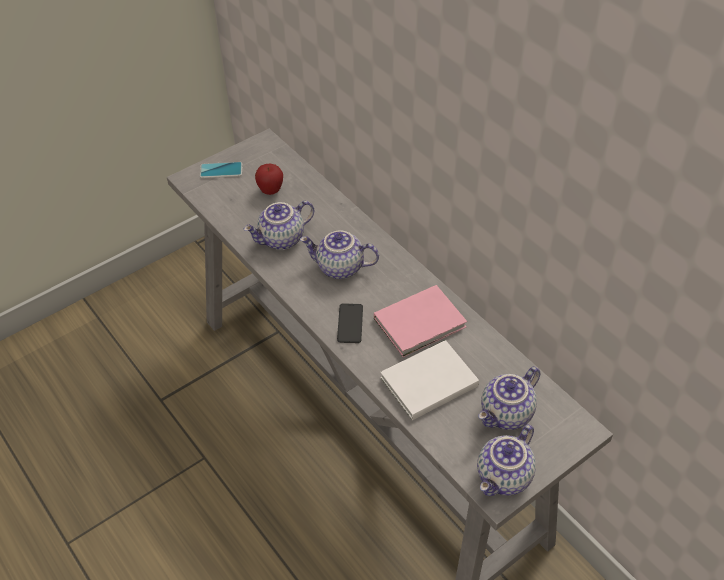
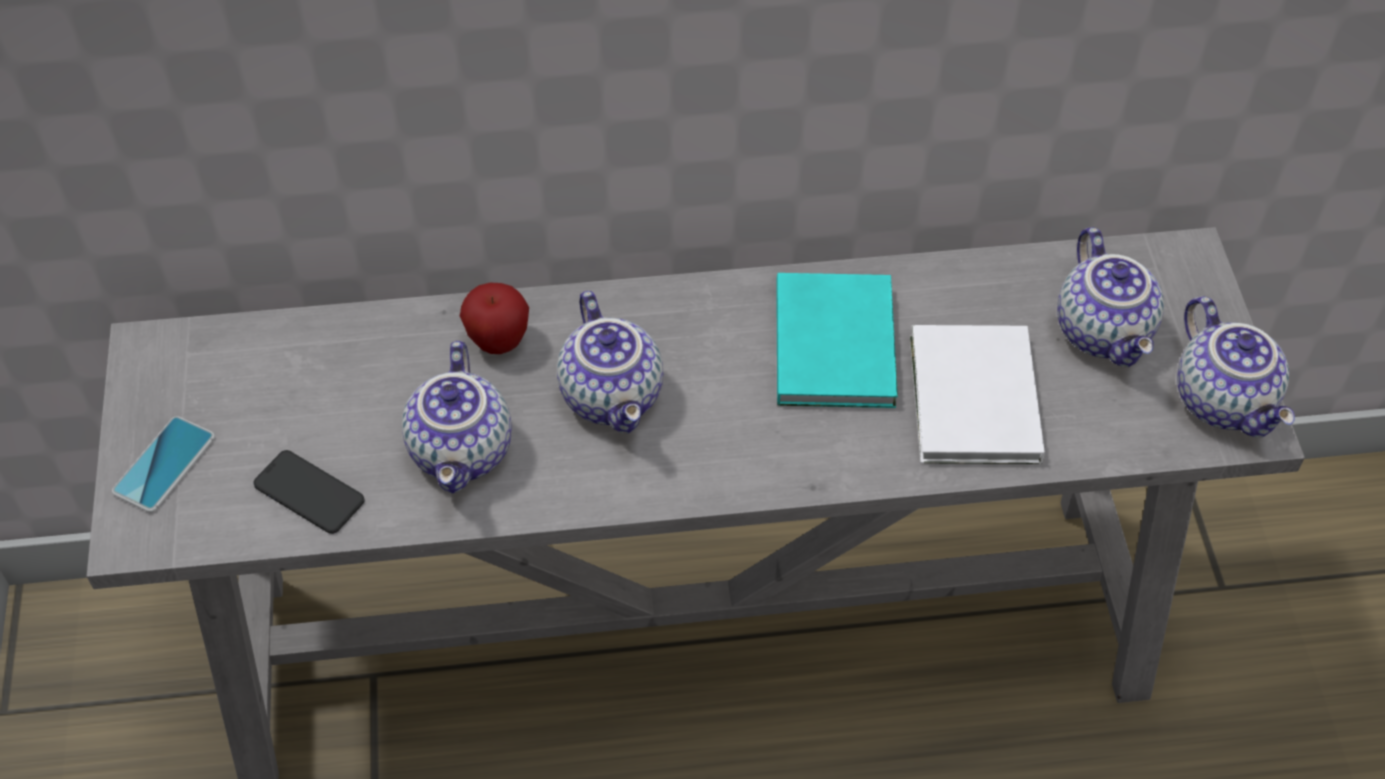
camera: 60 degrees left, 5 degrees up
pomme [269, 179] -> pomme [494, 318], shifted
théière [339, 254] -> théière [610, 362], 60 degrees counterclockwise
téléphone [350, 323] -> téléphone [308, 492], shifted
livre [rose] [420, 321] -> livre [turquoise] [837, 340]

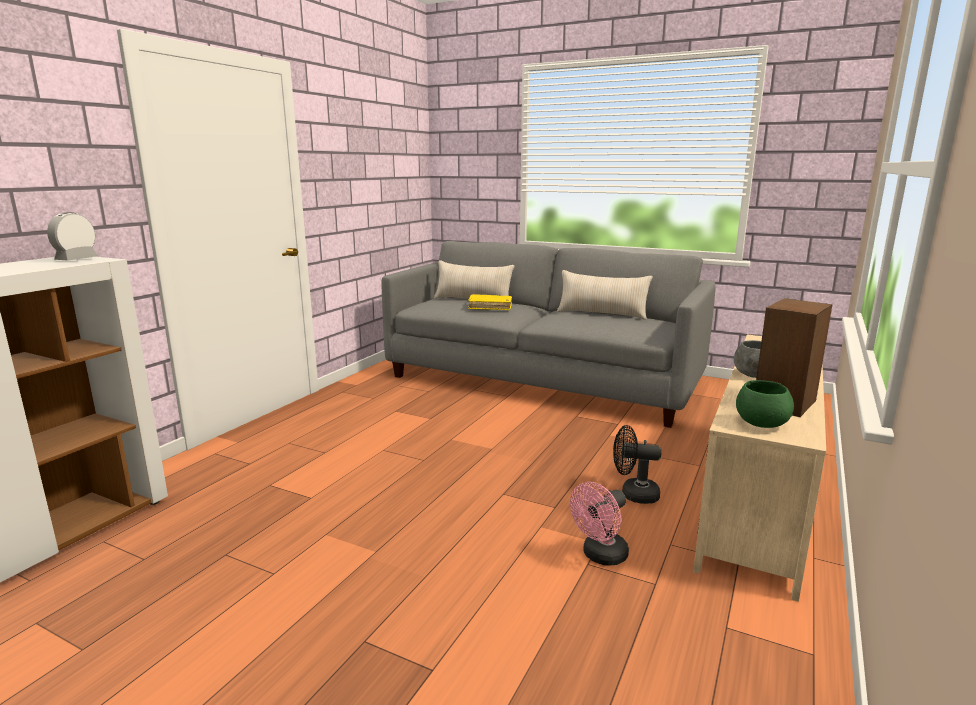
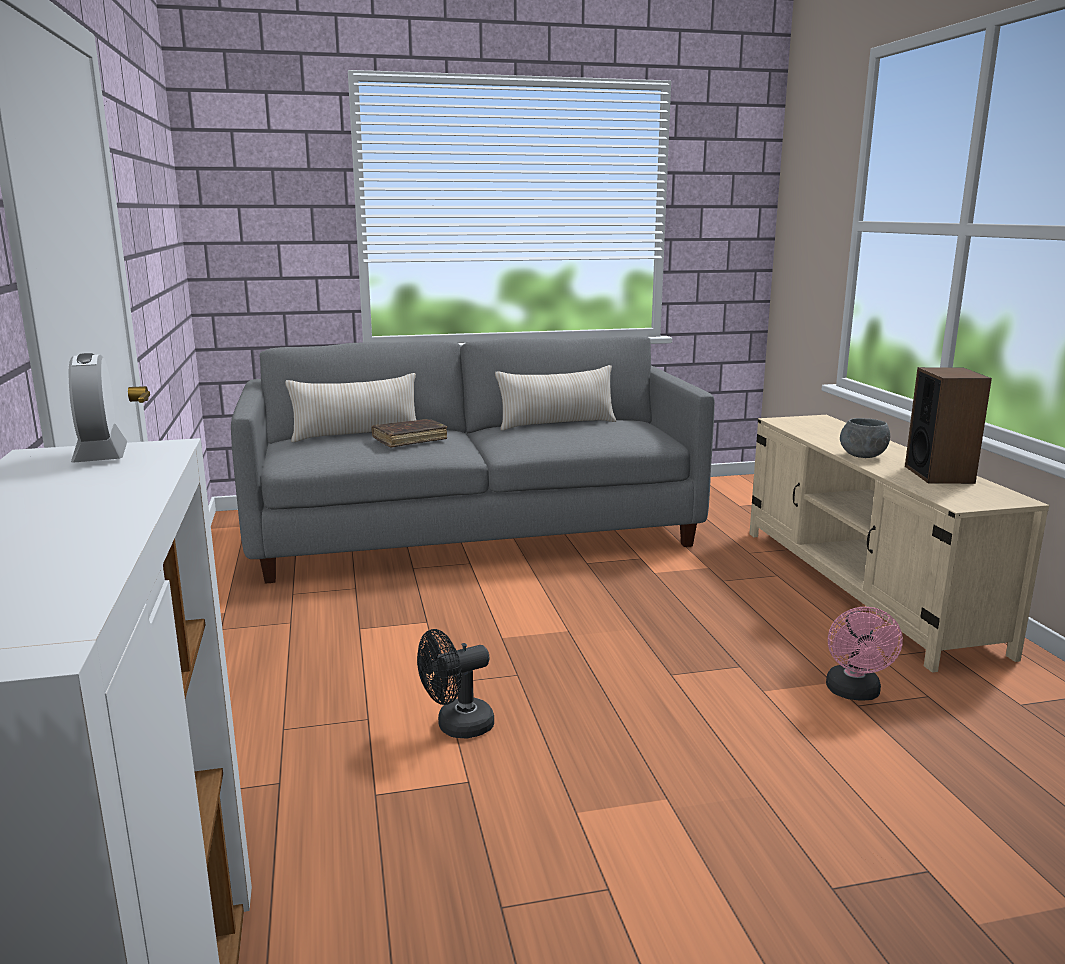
camera: 40 degrees left, 0 degrees up
livre [jaune] [490, 302] -> livre [marron] [409, 433]
ventilateur [noir] [637, 464] -> ventilateur [noir] [455, 684], shifted
bol [vert] [765, 404] -> none

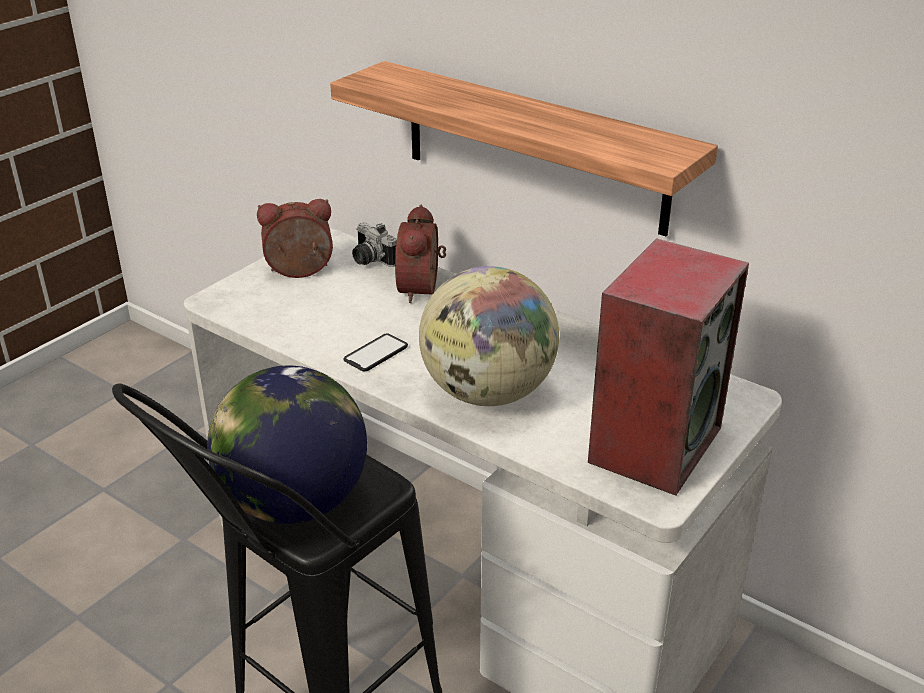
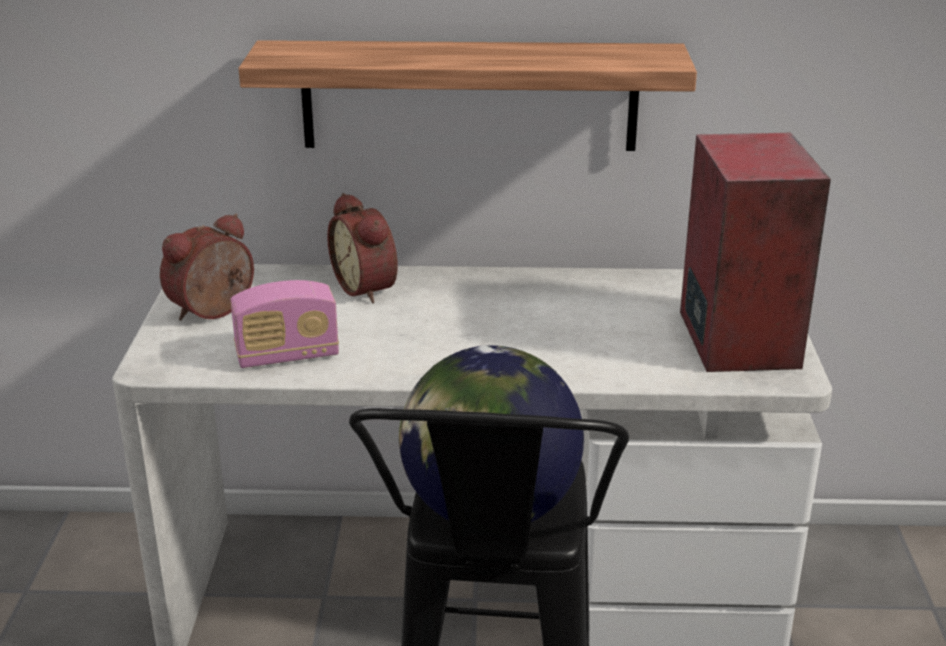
camera: 35 degrees left, 5 degrees down
téléphone [376, 352] -> none
appareil photo [374, 245] -> none
globe [489, 336] -> none
none -> radio [285, 324]

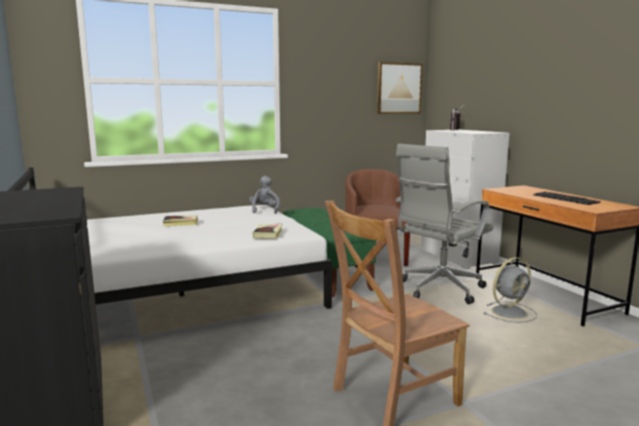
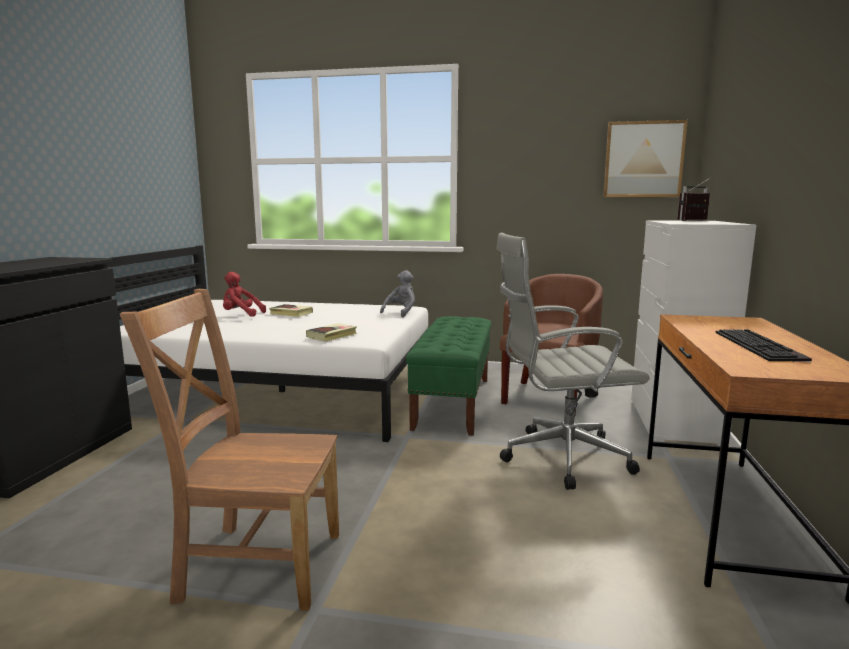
camera: 35 degrees right, 0 degrees up
ventilateur [gris] [510, 290] -> none
none -> peluche [rouge] [244, 294]

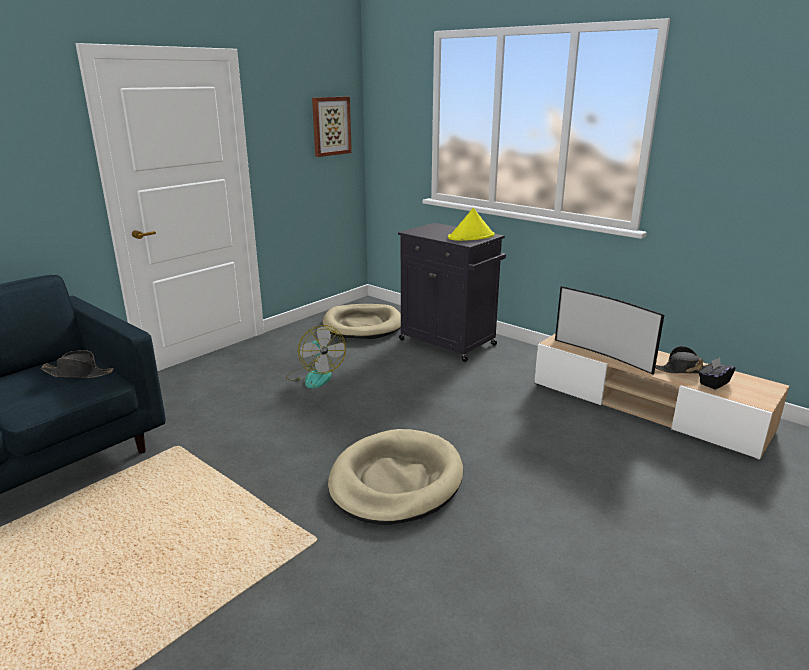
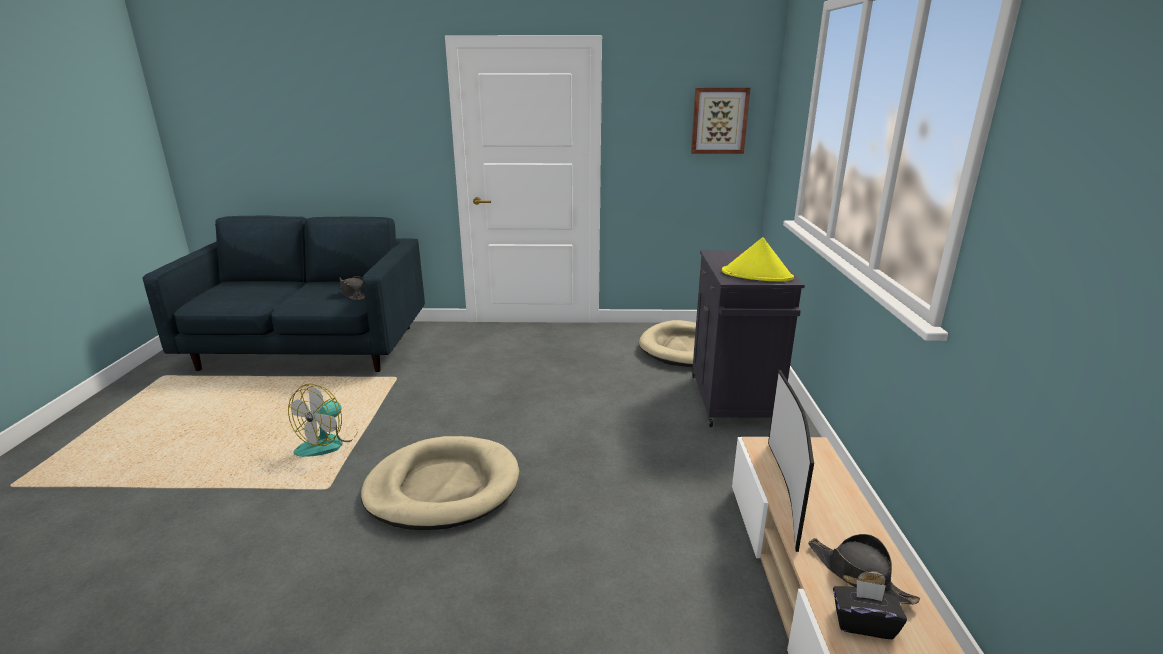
camera: 50 degrees right, 0 degrees up
ventilateur [316, 356] -> ventilateur [323, 420], shifted

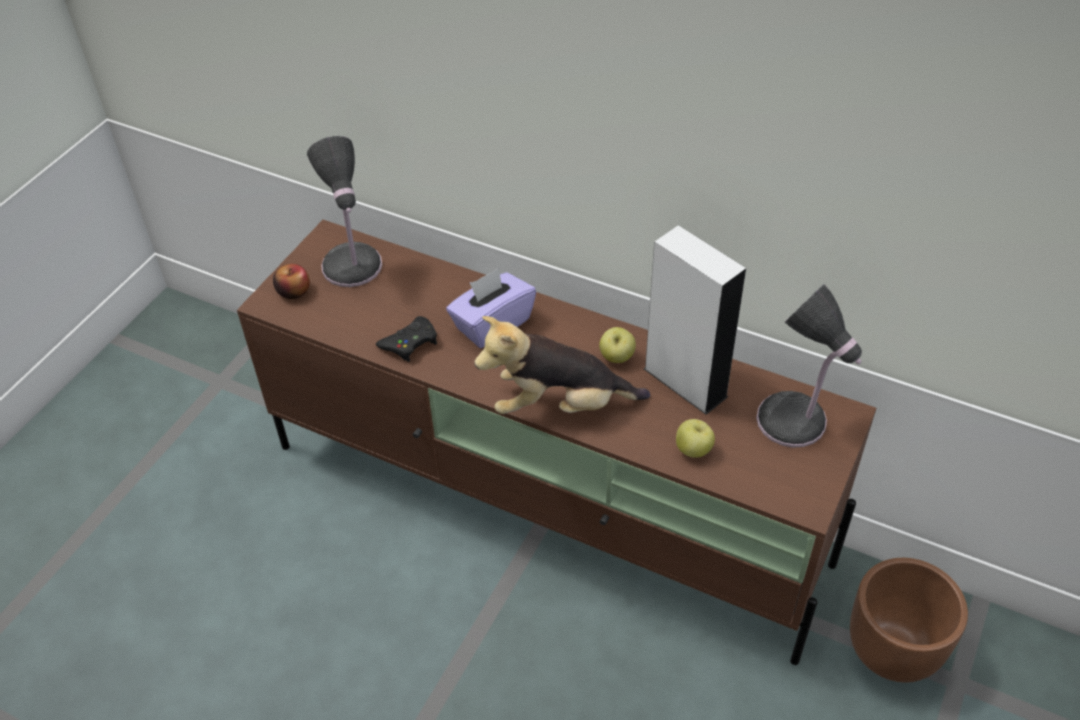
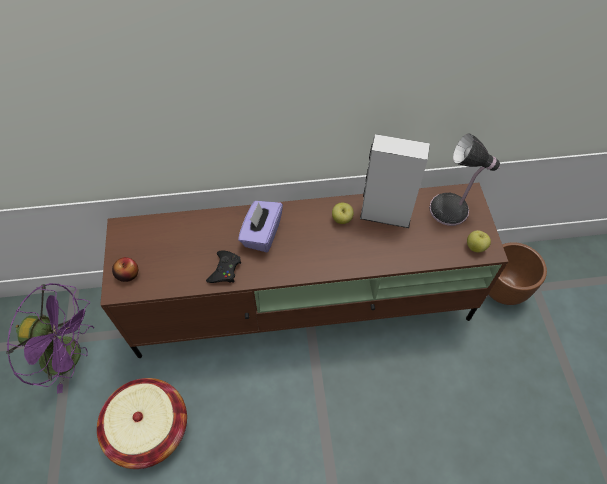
camera: 35 degrees left, 10 degrees up
lampe de table [344, 211] -> none
peluche [562, 365] -> none
pomme [695, 438] -> pomme [479, 241], shifted
none -> ventilateur [violet] [50, 338]
none -> panier [142, 423]

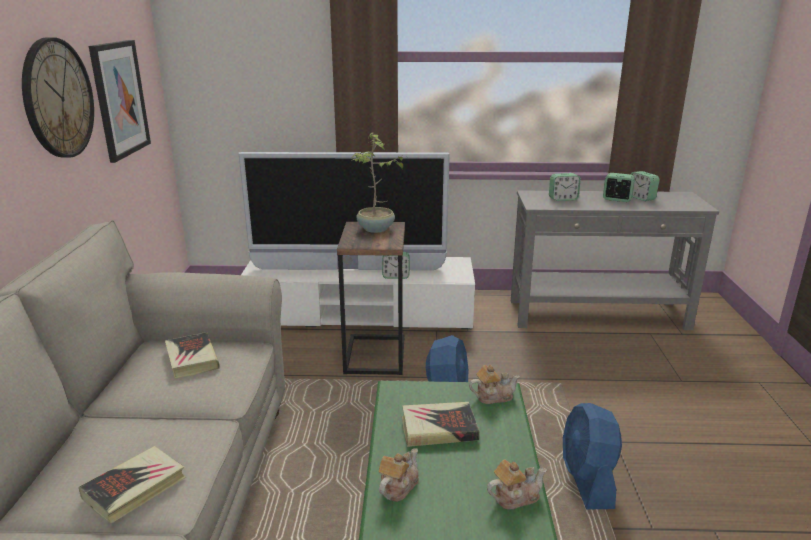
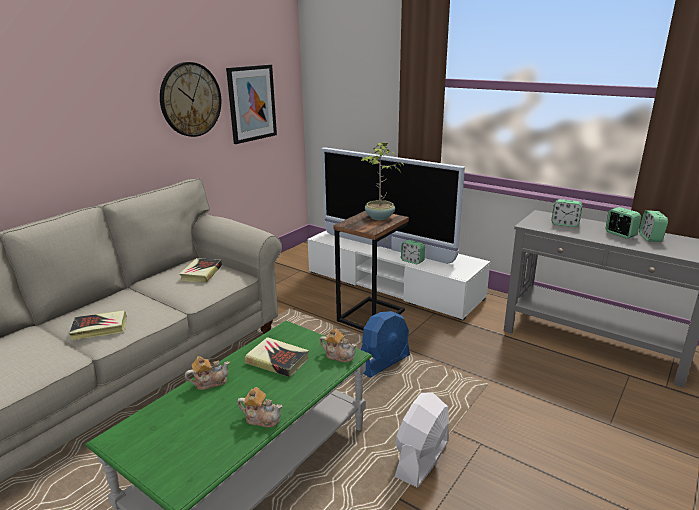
camera: 35 degrees right, 0 degrees up
ventilateur [bleu] [592, 456] -> ventilateur [blanc] [422, 439]

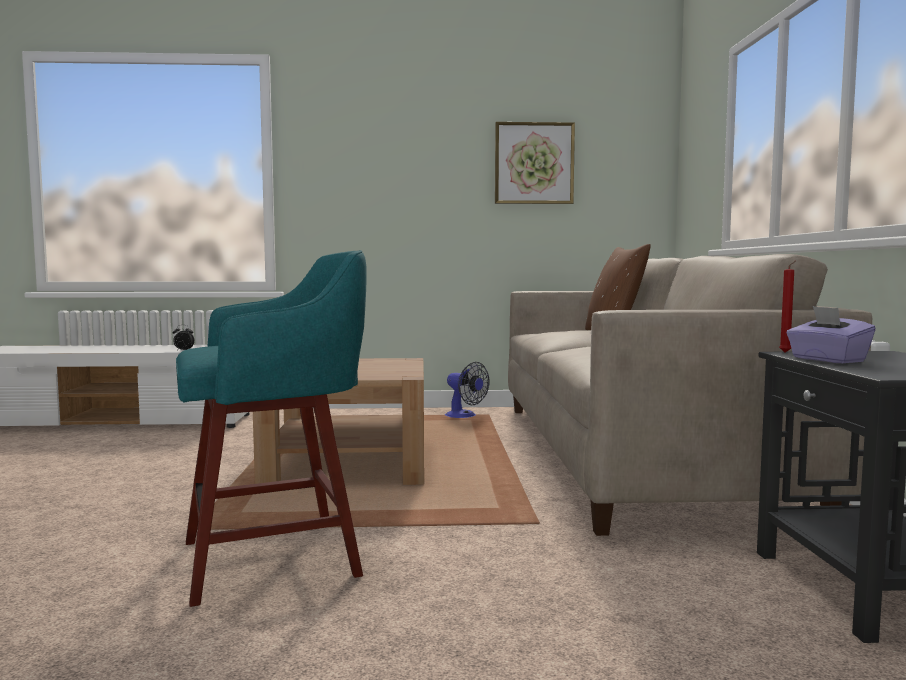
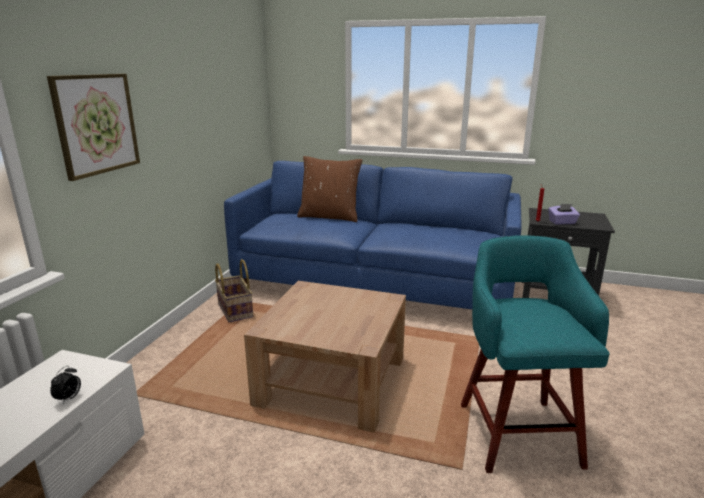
camera: 70 degrees left, 15 degrees up
ventilateur [467, 390] -> panier [234, 290]
tableau [535, 163] -> tableau [93, 127], shifted
canapé [beige] [690, 395] -> canapé [bleu] [372, 235]

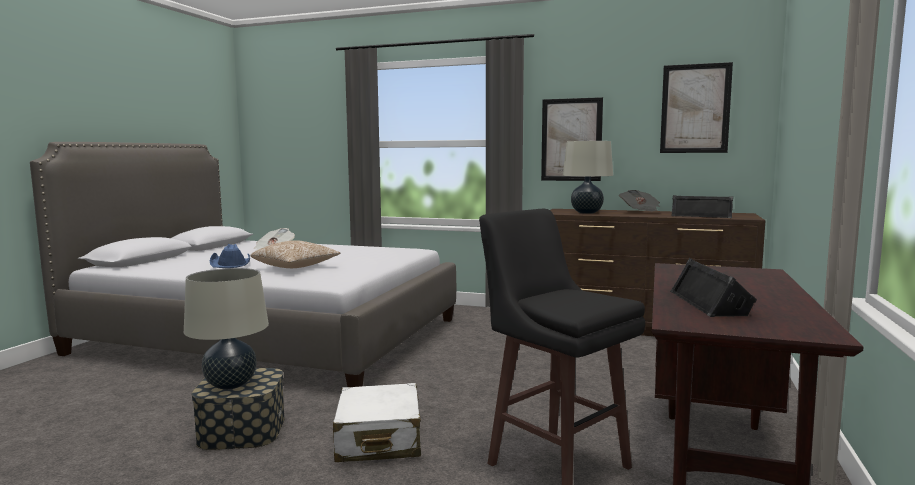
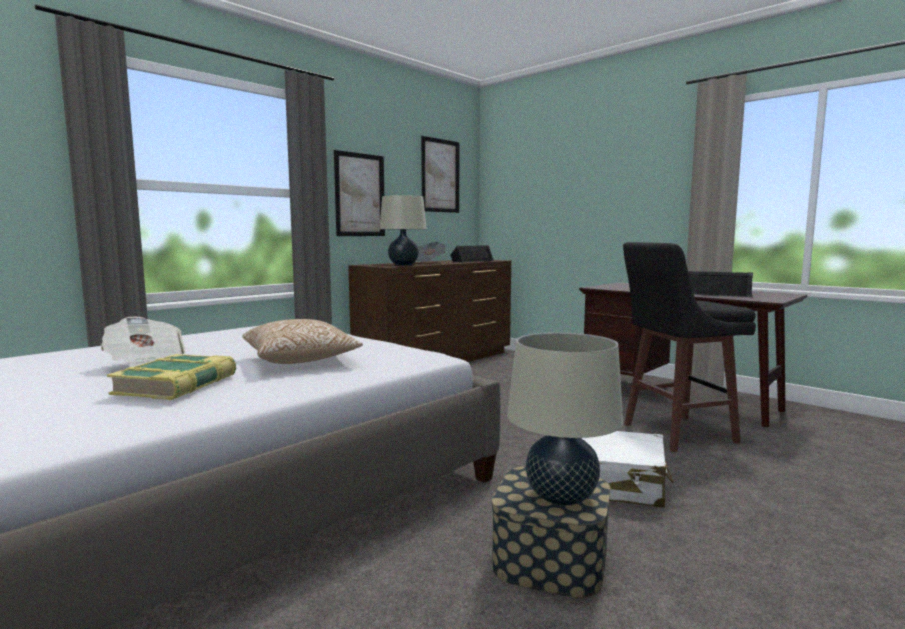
camera: 65 degrees left, 0 degrees up
chapeau [bleu] [230, 256] -> livre [171, 377]

